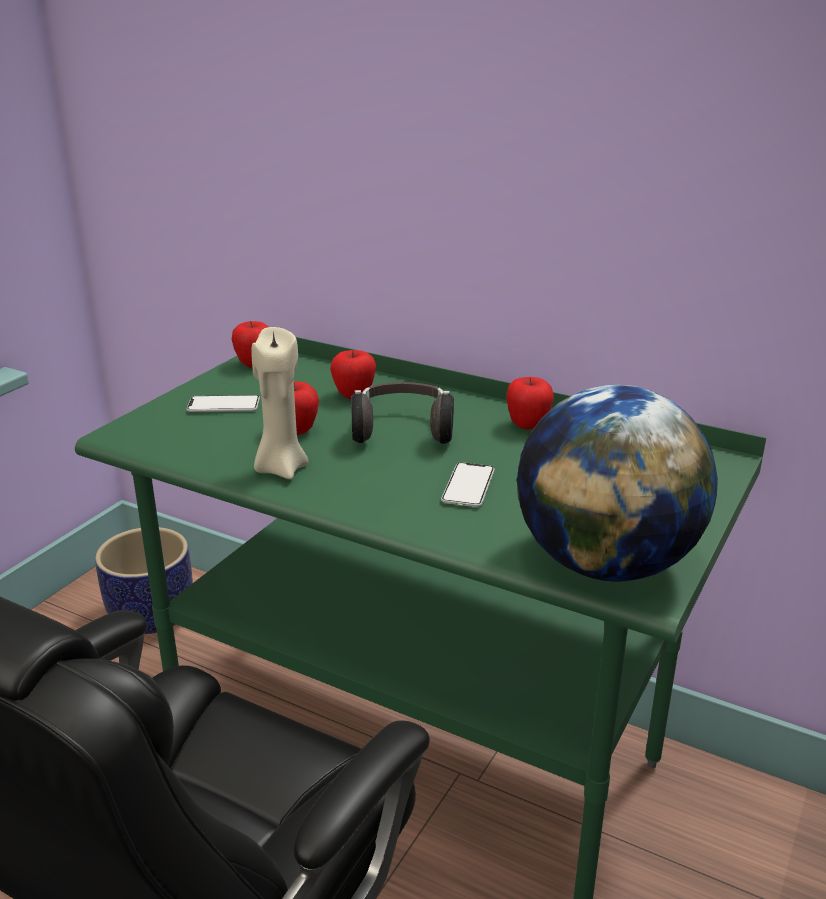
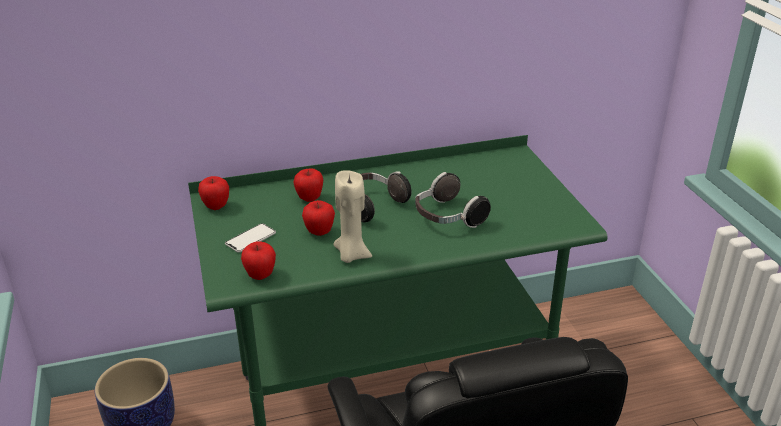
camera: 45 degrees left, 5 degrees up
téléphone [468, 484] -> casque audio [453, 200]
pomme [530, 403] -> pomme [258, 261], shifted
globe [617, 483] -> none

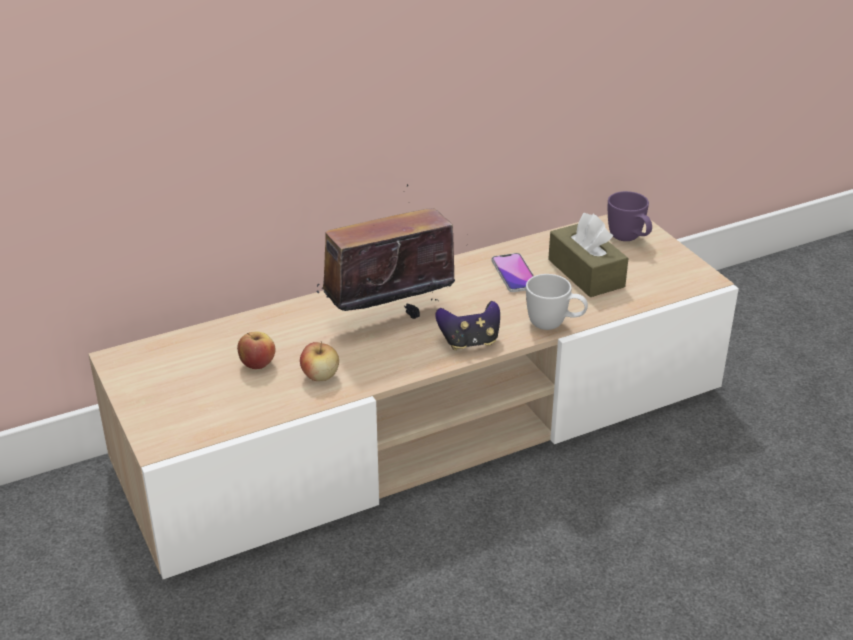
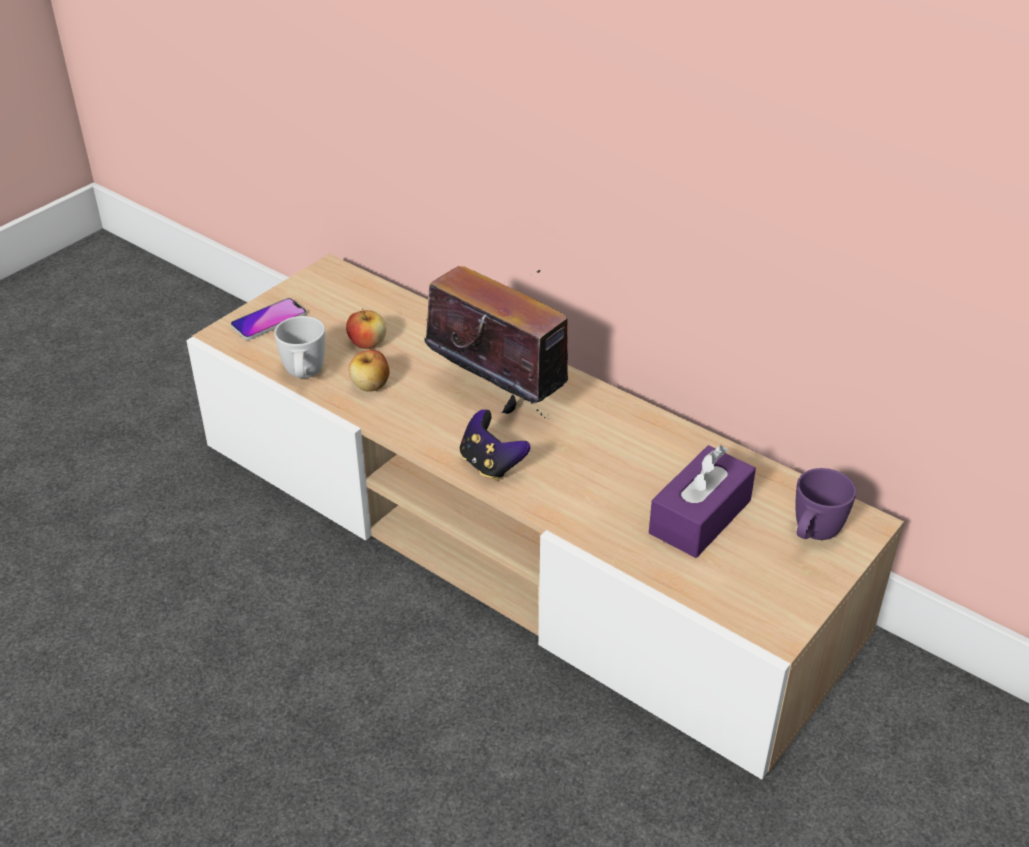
camera: 65 degrees right, 5 degrees up
téléphone [513, 272] -> téléphone [268, 319], shifted
mug [blanc] [557, 302] -> mug [blanc] [299, 347], shifted
boîte à mouchoirs [marron] [588, 255] -> boîte à mouchoirs [violet] [702, 501]

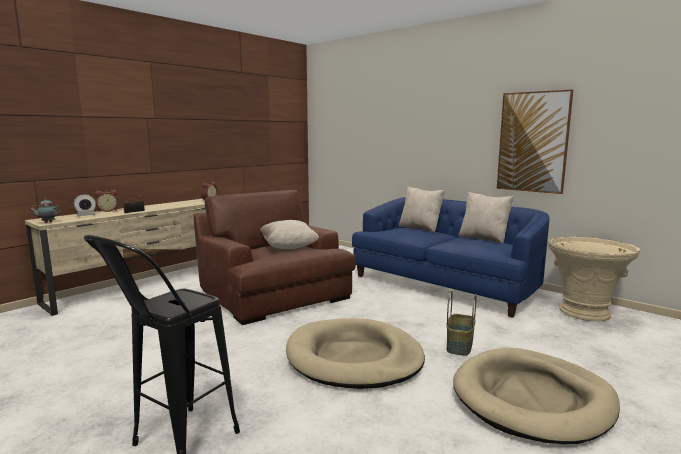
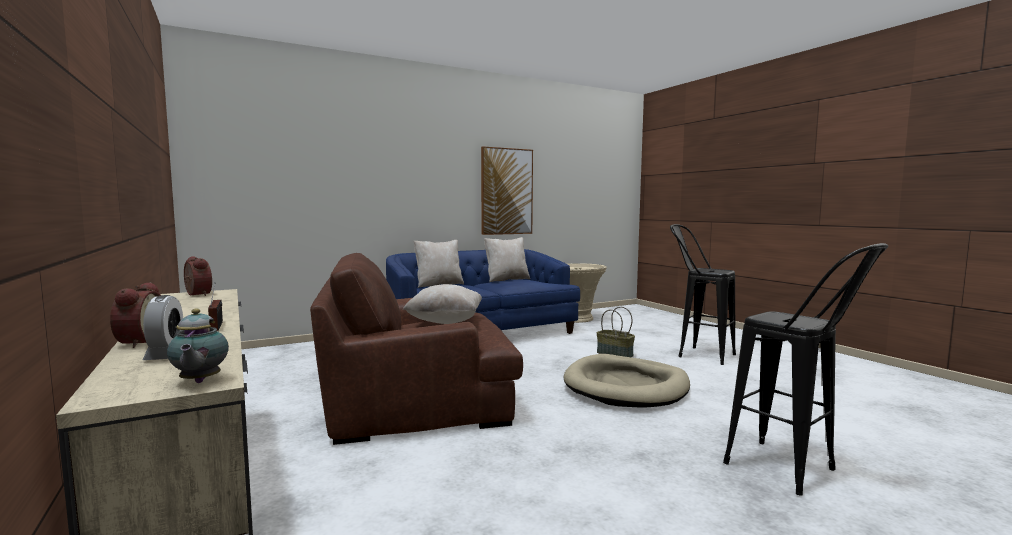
camera: 70 degrees left, 5 degrees down
panier pour chien [beige] [536, 396] -> tabouret [noir] [703, 294]

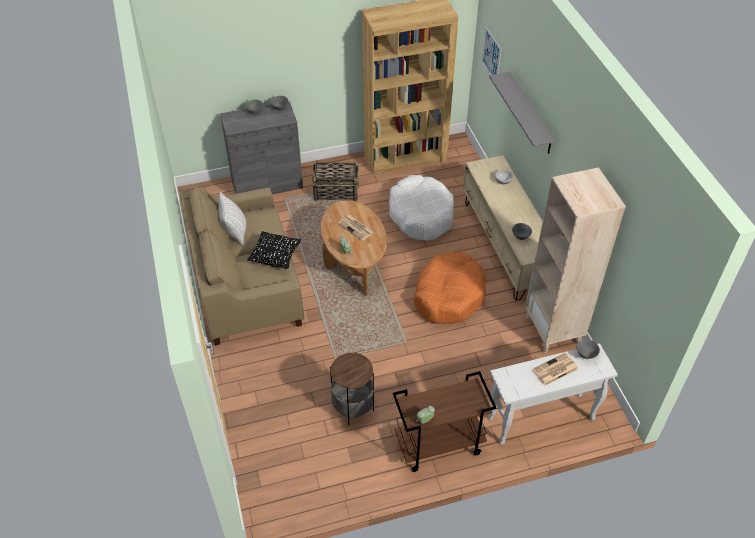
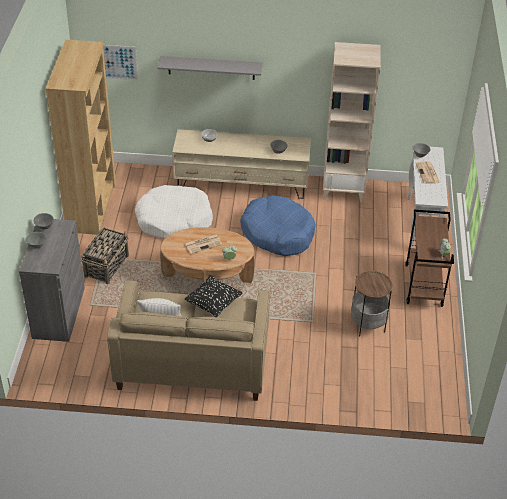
camera: 70 degrees left, 5 degrees down
panier pour chien [orange] [450, 288] -> panier pour chien [bleu] [278, 225]

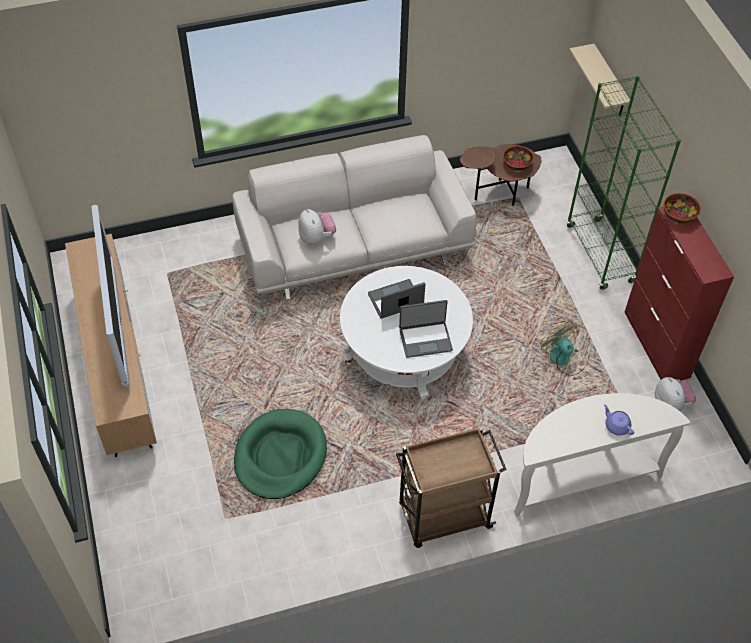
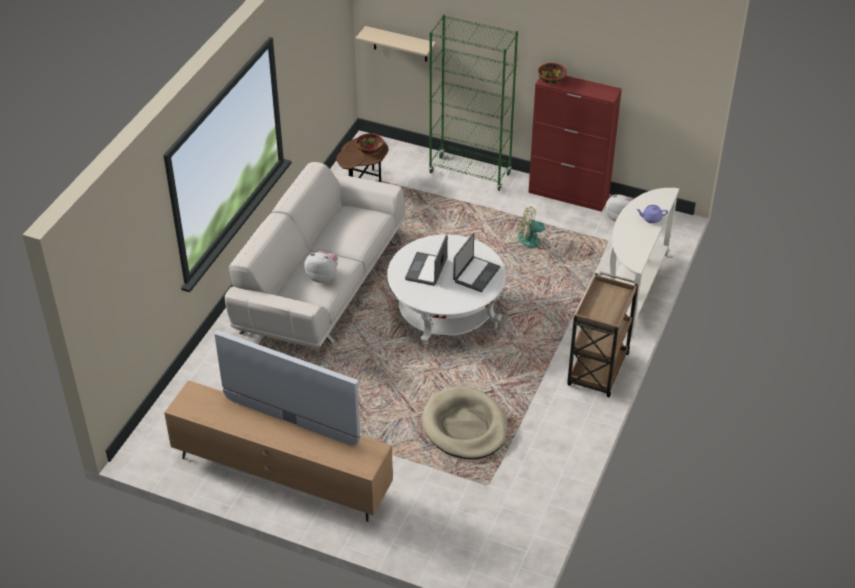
camera: 50 degrees left, 10 degrees down
panier pour chien [vert] [280, 454] -> panier pour chien [beige] [465, 422]

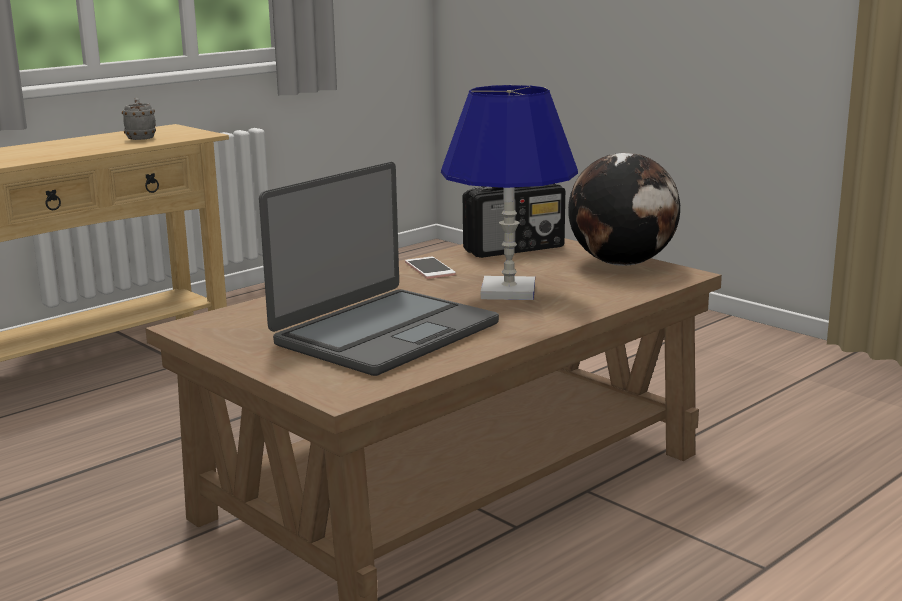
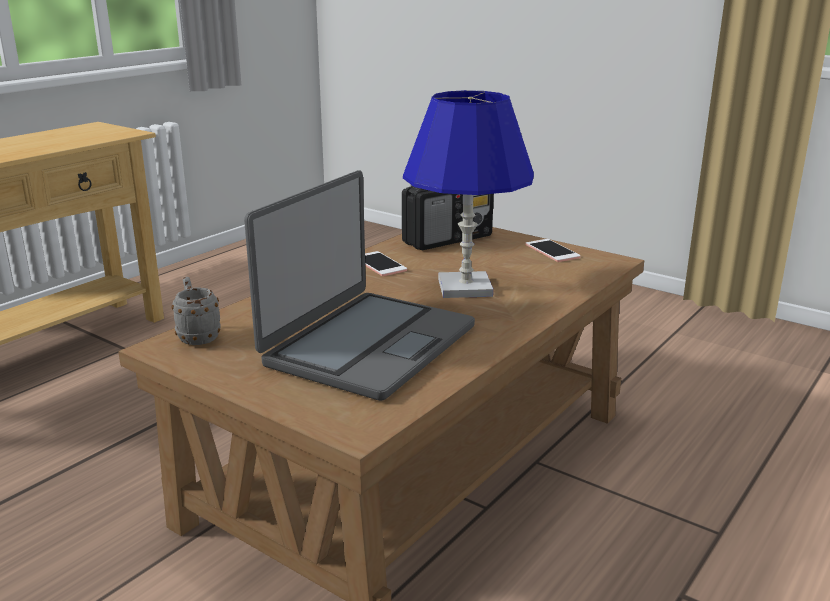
camera: 10 degrees left, 5 degrees up
mug [gris] [139, 119] -> mug [gris] [196, 311], shifted
globe [624, 209] -> téléphone [553, 250]

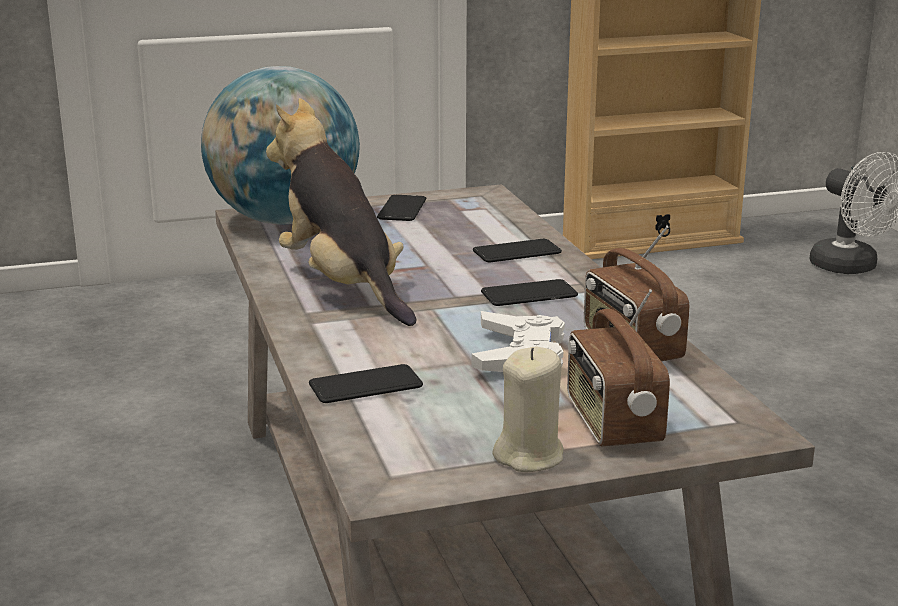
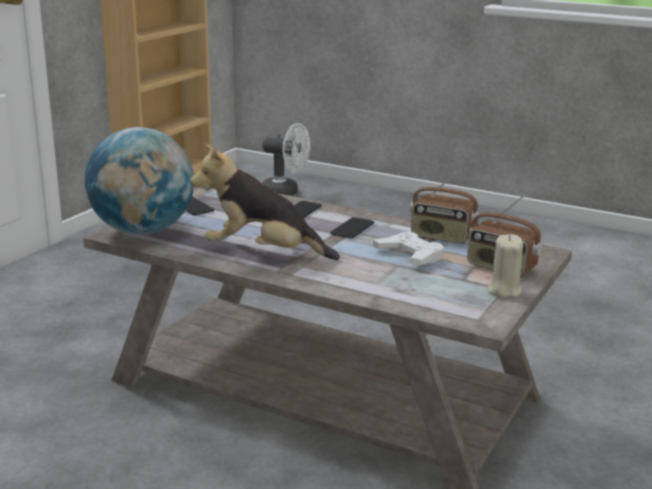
camera: 45 degrees left, 0 degrees up
téléphone [366, 383] -> none

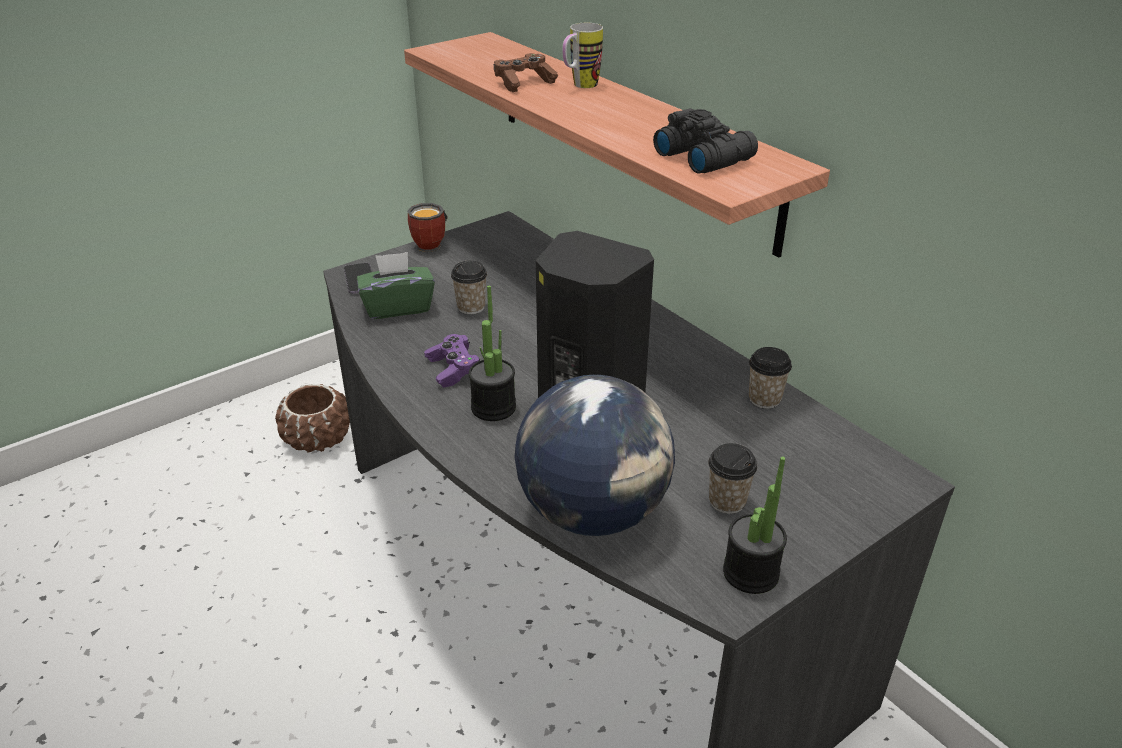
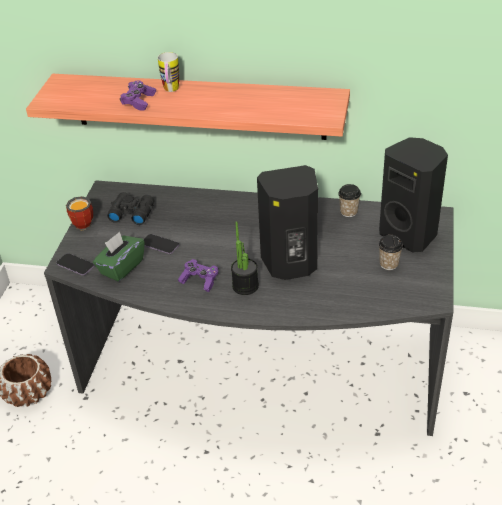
camera: 40 degrees left, 5 degrees up
tasse [469, 288] -> téléphone [161, 244]
manette [marron] [526, 72] -> manette [violet] [138, 96]
globe [595, 455] -> none
jumelles [noir] [705, 140] -> jumelles [noir] [130, 208], shifted
plante en pot [755, 525] -> none
none -> enceinte [noir] [413, 194]

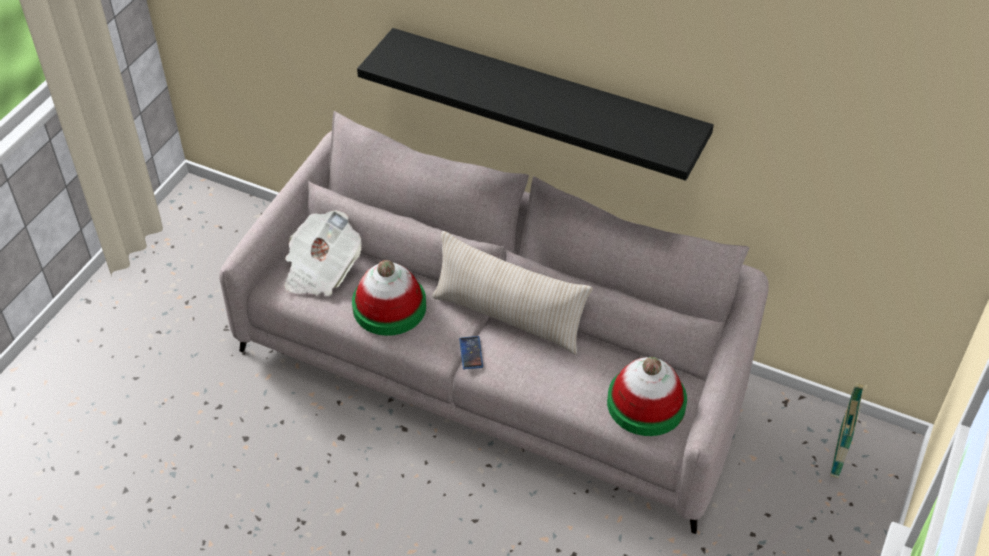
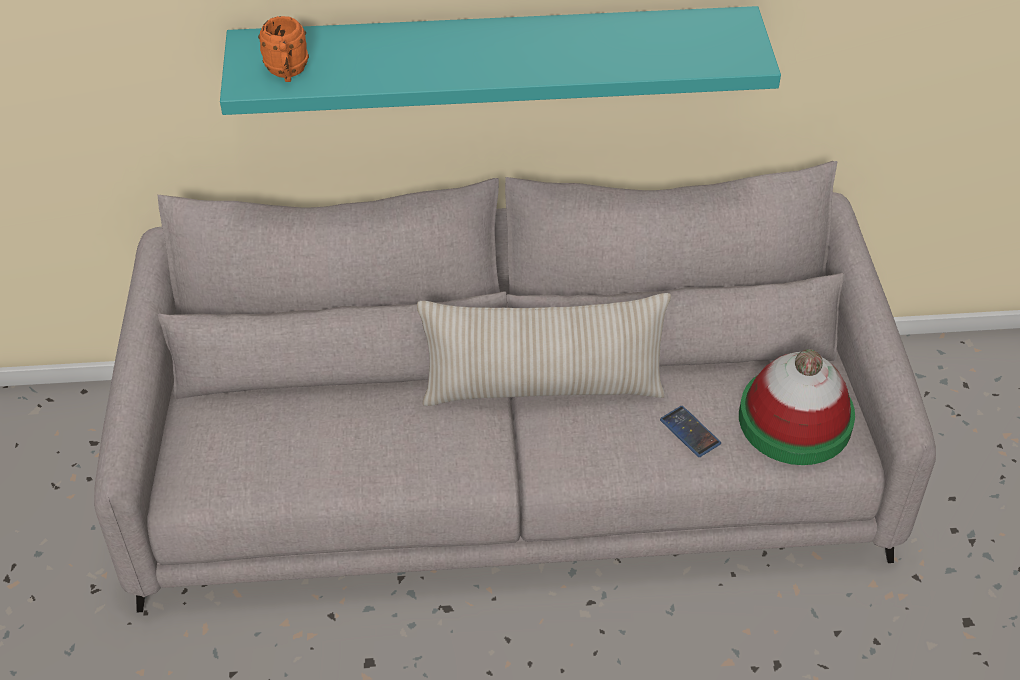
camera: 30 degrees left, 0 degrees up
journal [323, 253] -> none
chapeau [389, 298] -> none
étagère [noir] [535, 104] -> étagère [turquoise] [500, 60]
téléphone [471, 352] -> téléphone [690, 431], shifted
panier [848, 430] -> none
none -> mug [orange] [283, 49]

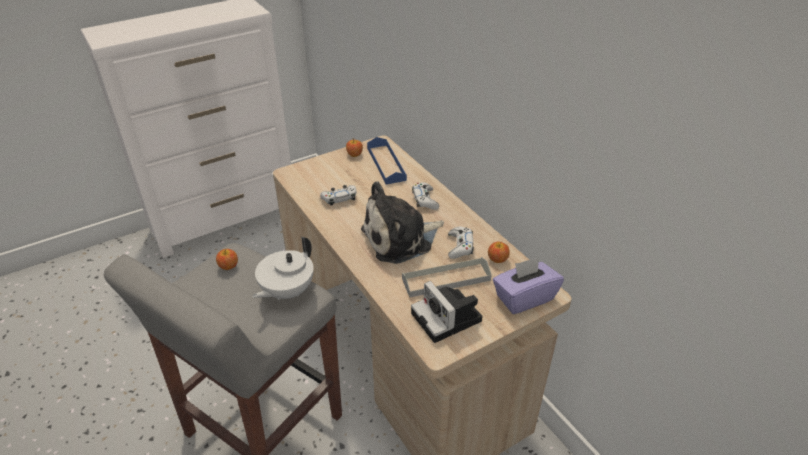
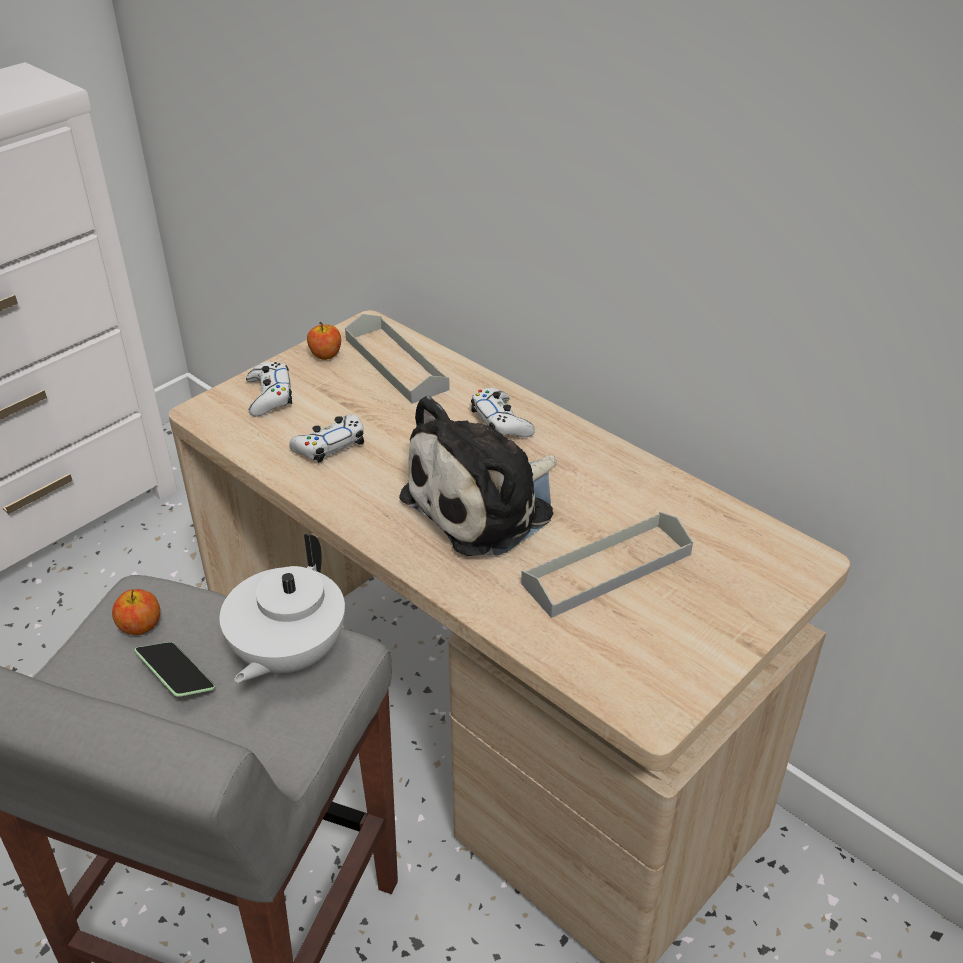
camera: 15 degrees left, 0 degrees up
plateau [bleu] [387, 161] -> plateau [gris] [397, 359]
appareil photo [447, 312] -> none
manette [blanc] [461, 243] -> manette [blanc] [269, 389], shifted
pomme [499, 252] -> none
boîte à mouchoirs [violet] [528, 285] -> none
none -> téléphone [174, 669]

